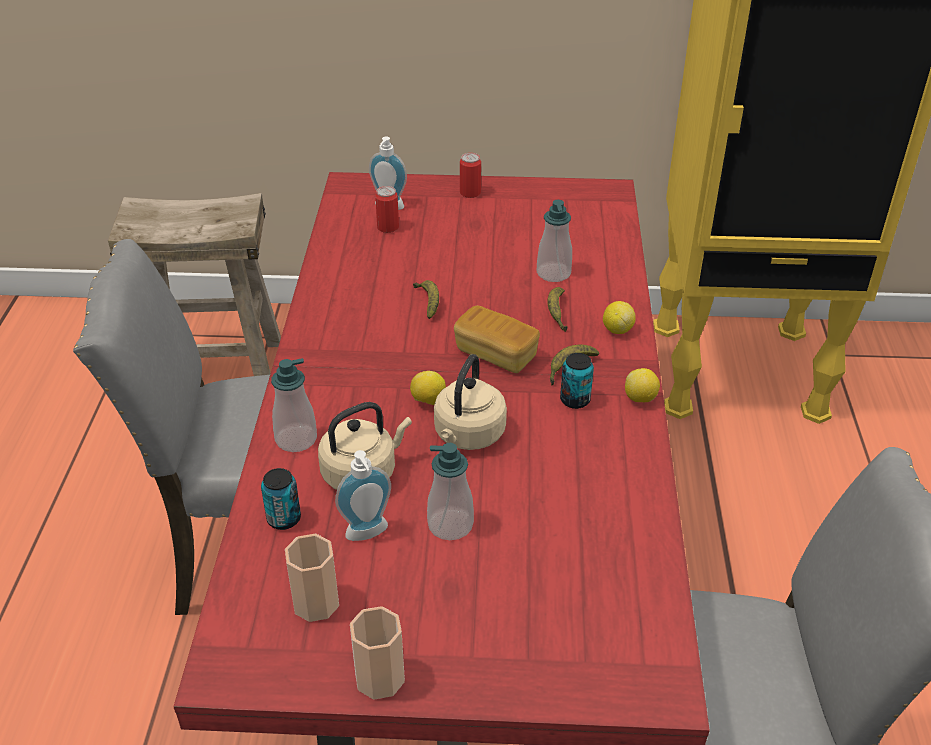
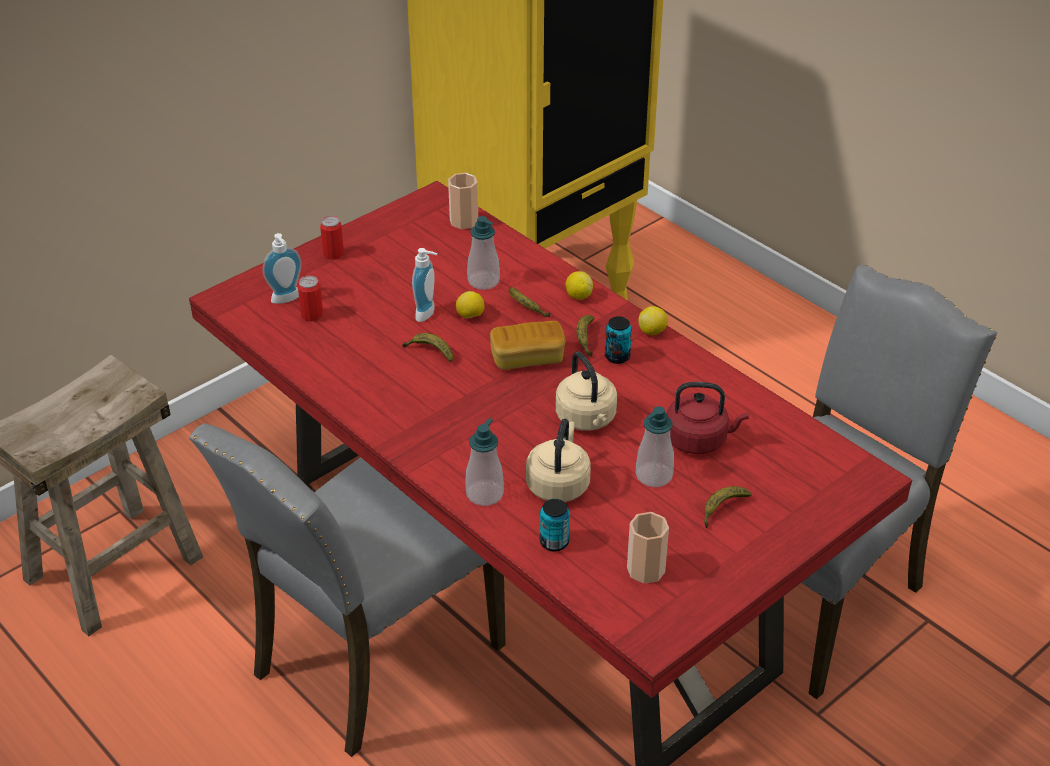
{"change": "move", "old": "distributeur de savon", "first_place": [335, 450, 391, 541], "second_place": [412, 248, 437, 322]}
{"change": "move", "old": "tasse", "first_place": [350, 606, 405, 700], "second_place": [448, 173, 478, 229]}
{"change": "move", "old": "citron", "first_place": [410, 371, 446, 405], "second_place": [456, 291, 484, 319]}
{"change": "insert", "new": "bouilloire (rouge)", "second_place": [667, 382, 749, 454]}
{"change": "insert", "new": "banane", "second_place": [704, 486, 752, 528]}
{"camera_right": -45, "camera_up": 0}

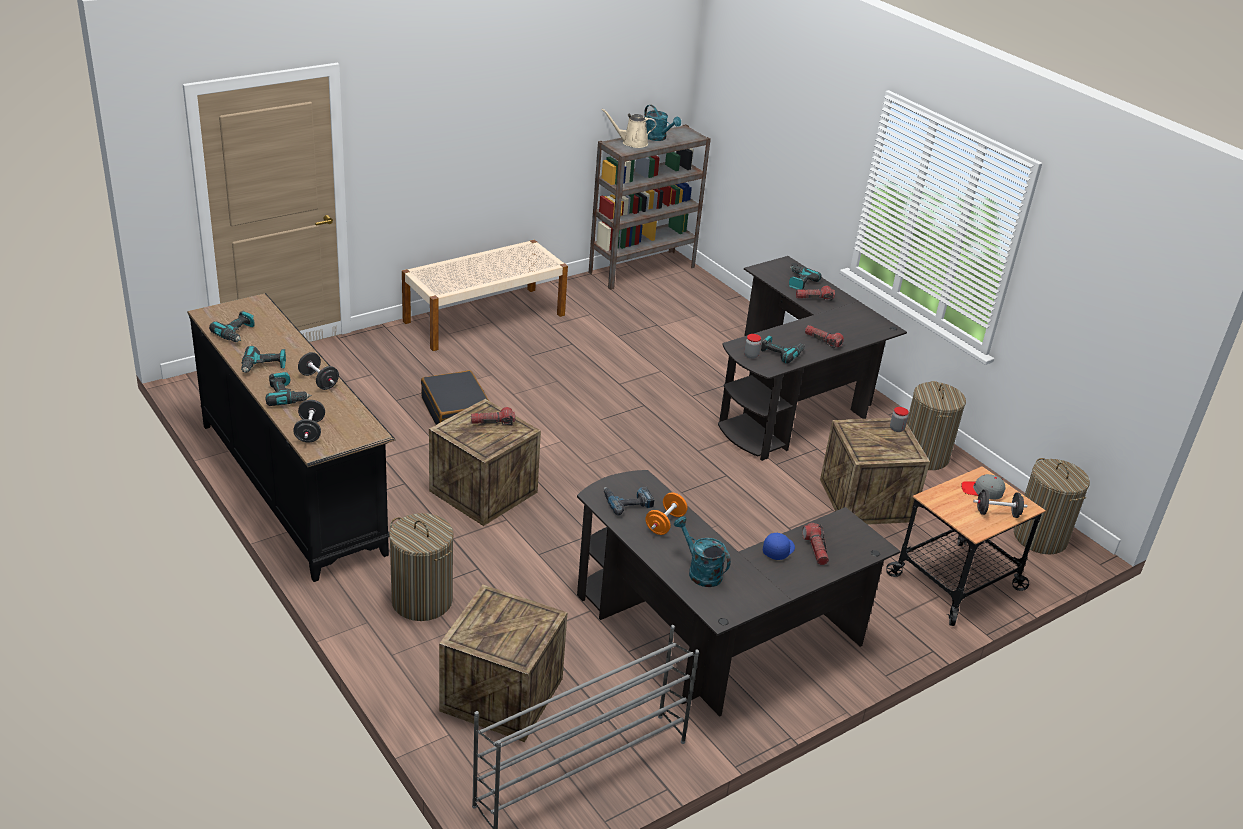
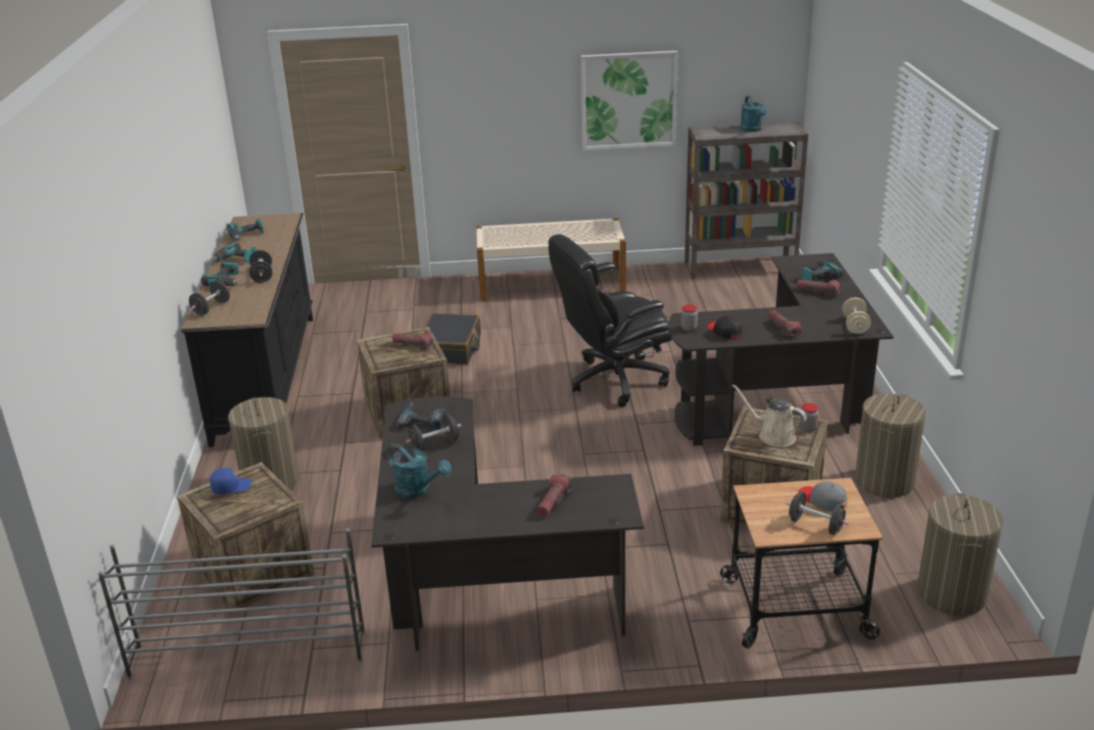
{"change": "move", "old": "arrosoir (beige)", "first_place": [601, 109, 656, 148], "second_place": [732, 384, 807, 447]}
{"change": "recolor", "old": "haltère (orange)", "new": "haltère (noir)", "first_place": [645, 492, 688, 535], "second_place": [406, 415, 461, 451]}
{"change": "rotate", "old": "arrosoir (turquoise)", "first_place": [674, 516, 731, 587], "second_place": [386, 443, 452, 499], "degrees": 135}
{"change": "replace", "old": "perceuse", "new": "casquette (noir)", "first_place": [761, 335, 805, 363], "second_place": [707, 316, 742, 339]}
{"change": "move", "old": "casquette (bleu)", "first_place": [763, 533, 795, 560], "second_place": [210, 468, 252, 494]}
{"change": "insert", "new": "chaise de bureau (noir)", "second_place": [548, 234, 672, 407]}
{"change": "insert", "new": "tableau", "second_place": [581, 51, 678, 150]}
{"change": "insert", "new": "haltère (beige)", "second_place": [842, 298, 871, 334]}
{"camera_right": 35, "camera_up": -5}

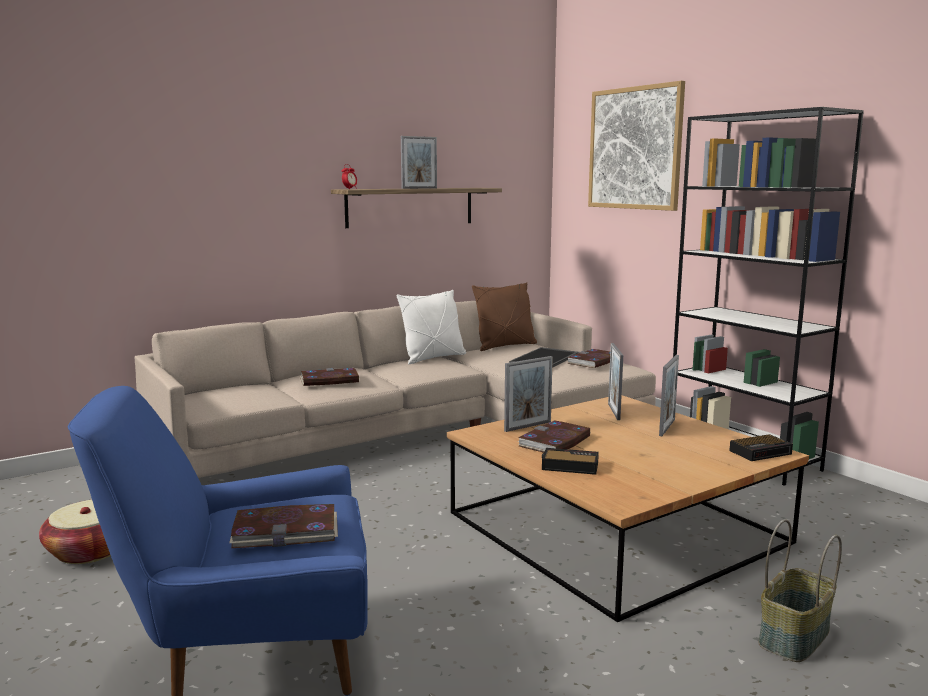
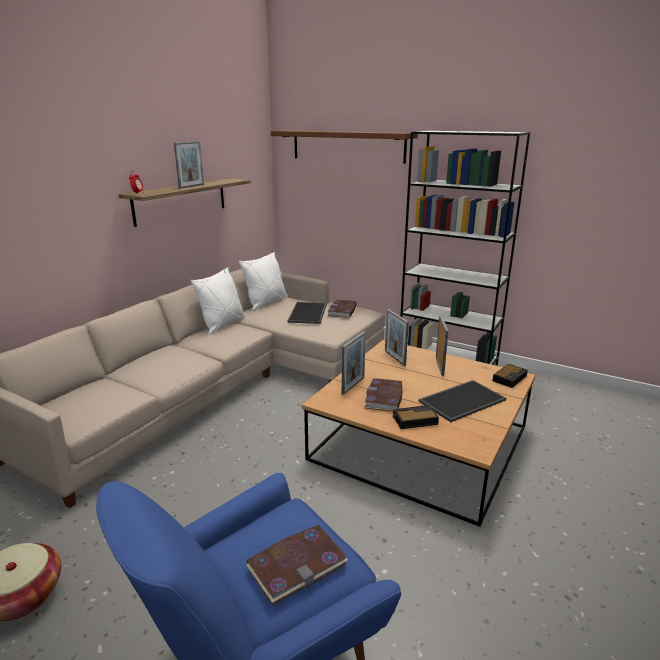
{"change": "delete", "old": "livre", "first_place": [300, 368, 360, 386]}
{"change": "recolor", "old": "coussin (marron)", "new": "coussin (blanc)", "first_place": [472, 283, 537, 351], "second_place": [239, 252, 288, 311]}
{"change": "replace", "old": "tableau", "new": "étagère (marron)", "first_place": [588, 81, 685, 211], "second_place": [271, 130, 418, 164]}
{"change": "delete", "old": "panier", "first_place": [758, 519, 842, 662]}
{"change": "insert", "new": "plateau", "second_place": [419, 380, 506, 422]}
{"camera_right": -25, "camera_up": 10}

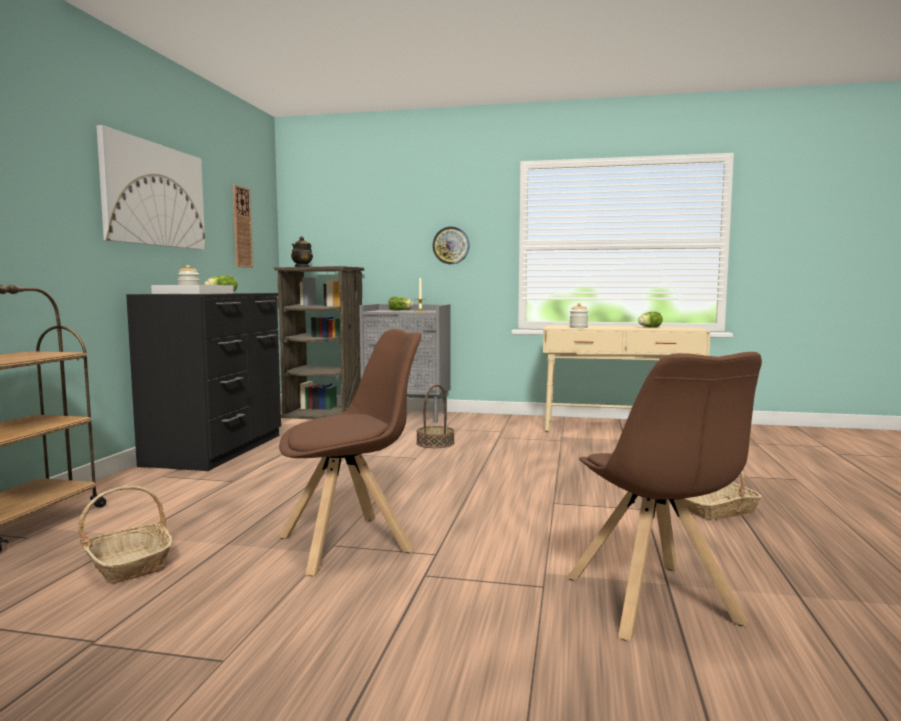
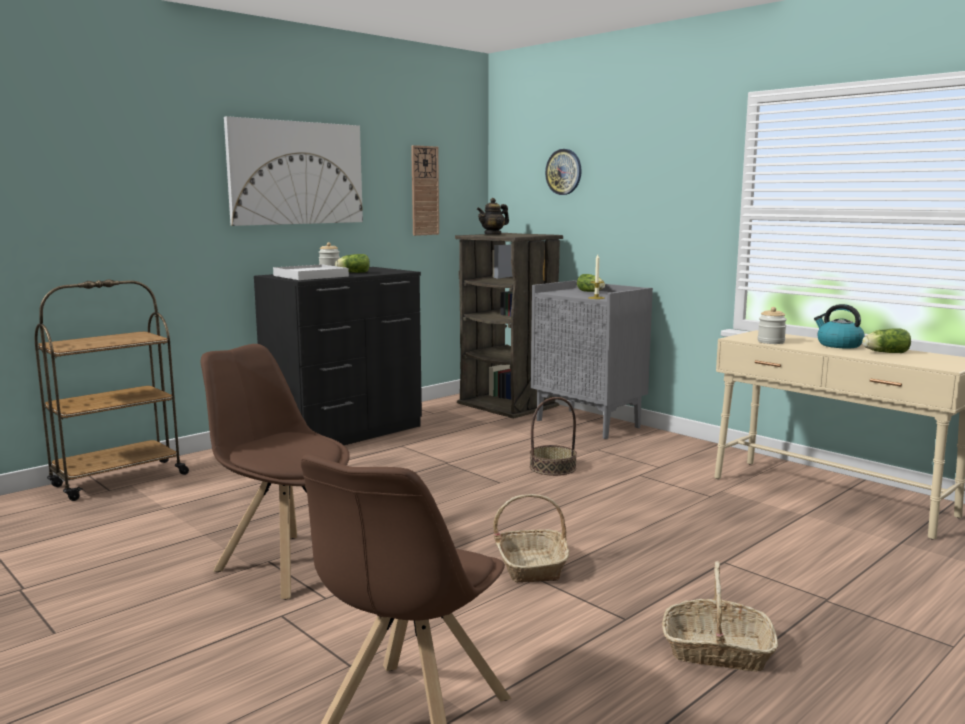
{"change": "move", "old": "panier", "first_place": [78, 486, 173, 584], "second_place": [493, 494, 569, 583]}
{"change": "rotate", "old": "chaise (marron)", "first_place": [278, 329, 421, 576], "second_place": [201, 344, 350, 600], "degrees": -150}
{"change": "move", "old": "horloge murale", "first_place": [432, 227, 469, 264], "second_place": [545, 149, 582, 195]}
{"change": "insert", "new": "bouilloire", "second_place": [814, 304, 865, 348]}
{"camera_right": 35, "camera_up": 5}

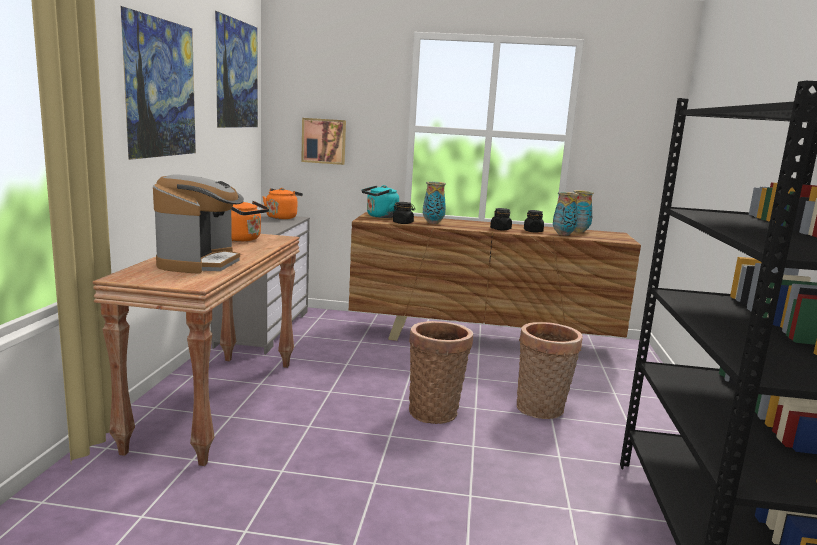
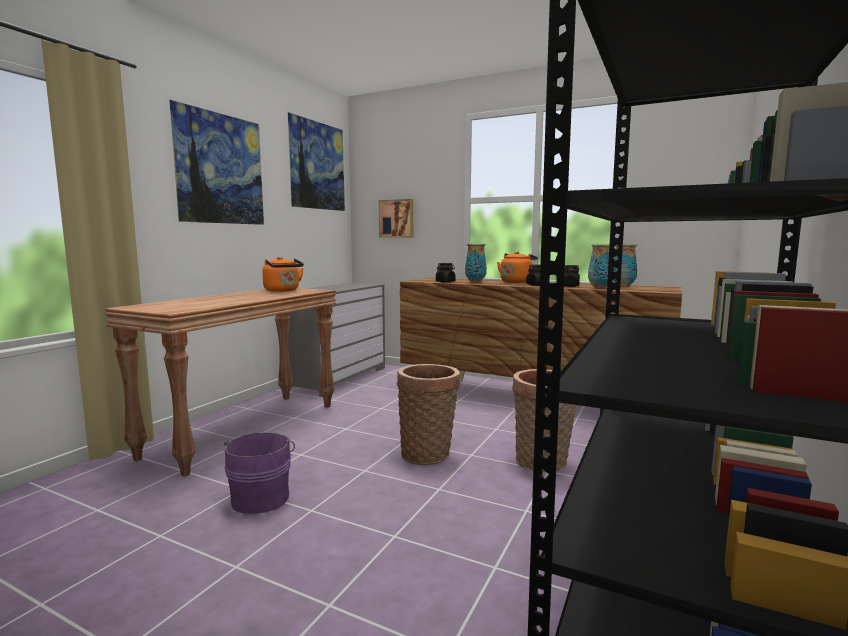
{"change": "delete", "old": "machine à café", "first_place": [153, 174, 244, 274]}
{"change": "move", "old": "bouilloire (orange)", "first_place": [263, 188, 303, 219], "second_place": [497, 252, 538, 283]}
{"change": "delete", "old": "bouilloire (turquoise)", "first_place": [362, 185, 399, 218]}
{"change": "insert", "new": "seau (violet)", "second_place": [224, 432, 295, 514]}
{"camera_right": 20, "camera_up": -5}

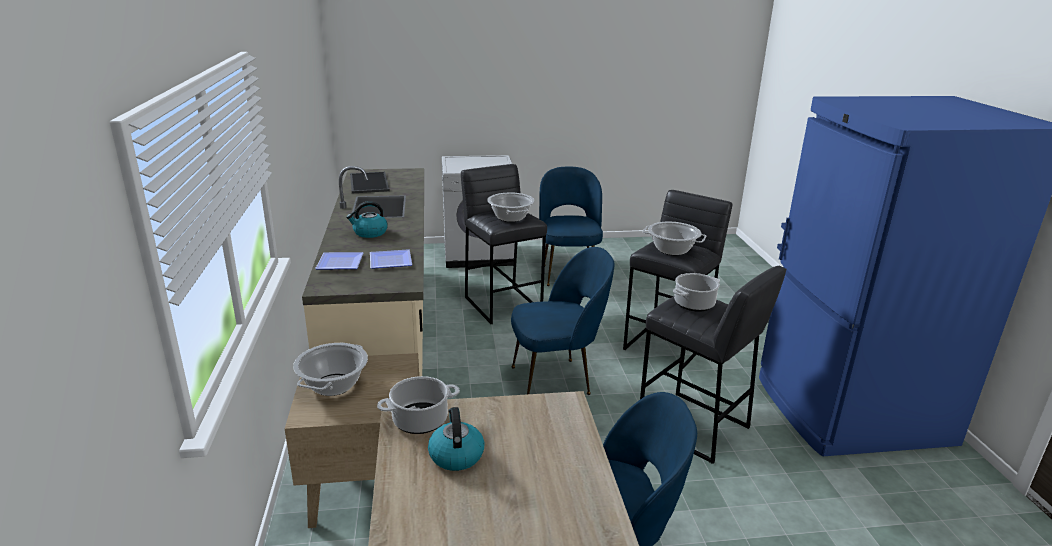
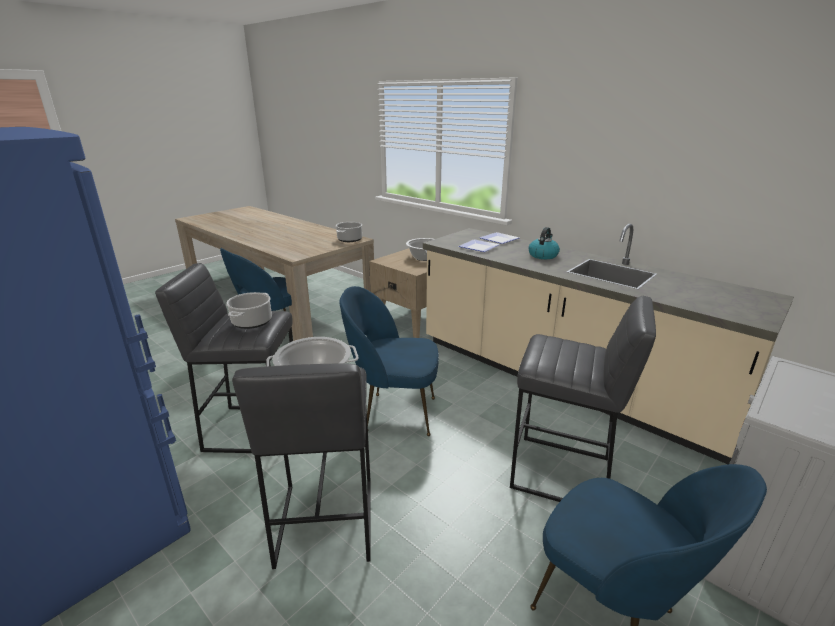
{"change": "delete", "old": "plateau", "first_place": [350, 172, 390, 193]}
{"change": "delete", "old": "bouilloire", "first_place": [428, 407, 484, 471]}
{"change": "delete", "old": "marmite", "first_place": [487, 193, 535, 222]}
{"change": "rotate", "old": "chaise (bleu)", "first_place": [511, 247, 615, 395], "second_place": [339, 286, 439, 436], "degrees": 60}
{"camera_right": 140, "camera_up": 0}

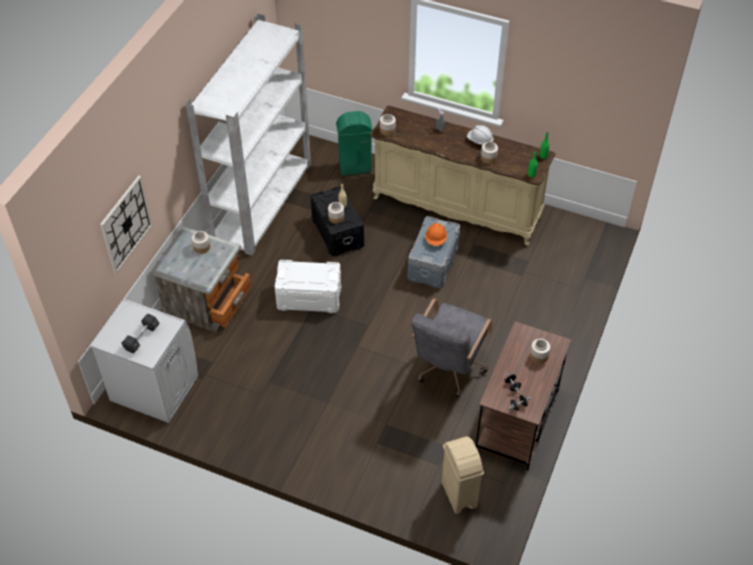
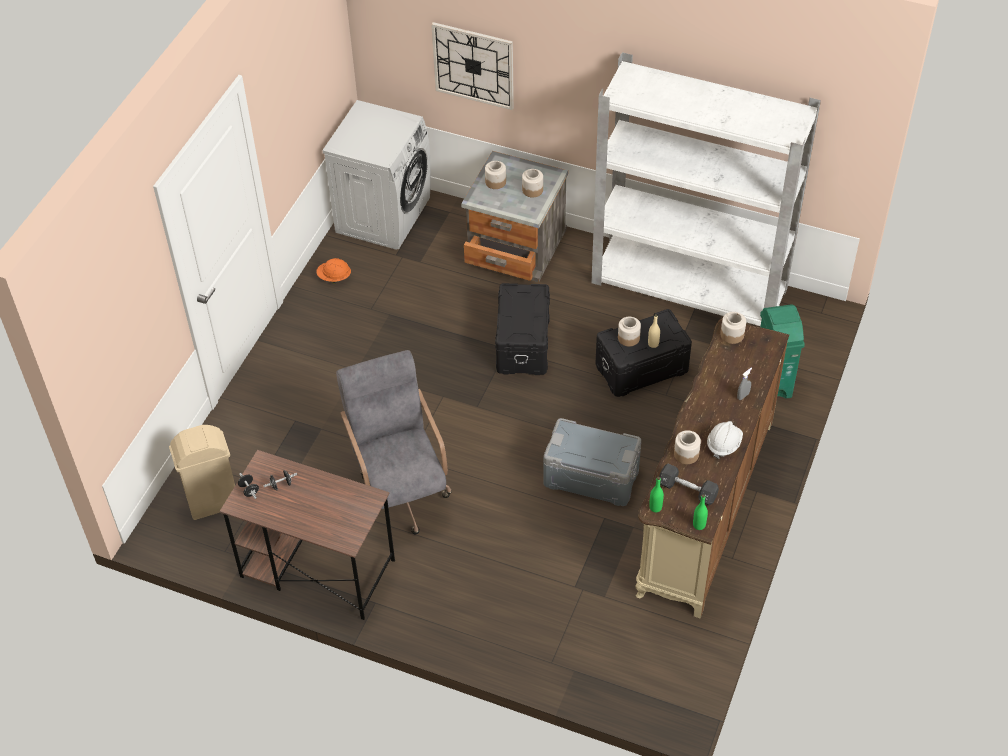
{"change": "move", "old": "haltère (noir)", "first_place": [121, 313, 160, 353], "second_place": [659, 463, 719, 506]}
{"change": "recolor", "old": "boîte de rangement (blanc)", "new": "boîte de rangement (noir)", "first_place": [275, 260, 341, 313], "second_place": [495, 283, 550, 375]}
{"change": "rotate", "old": "chaise de bureau (gris)", "first_place": [411, 298, 492, 397], "second_place": [336, 350, 452, 535], "degrees": 45}
{"change": "move", "old": "casque de chantier (orange)", "first_place": [425, 223, 447, 246], "second_place": [316, 258, 351, 284]}
{"change": "move", "old": "bocal", "first_place": [530, 339, 550, 364], "second_place": [485, 161, 506, 189]}
{"camera_right": 90, "camera_up": 0}

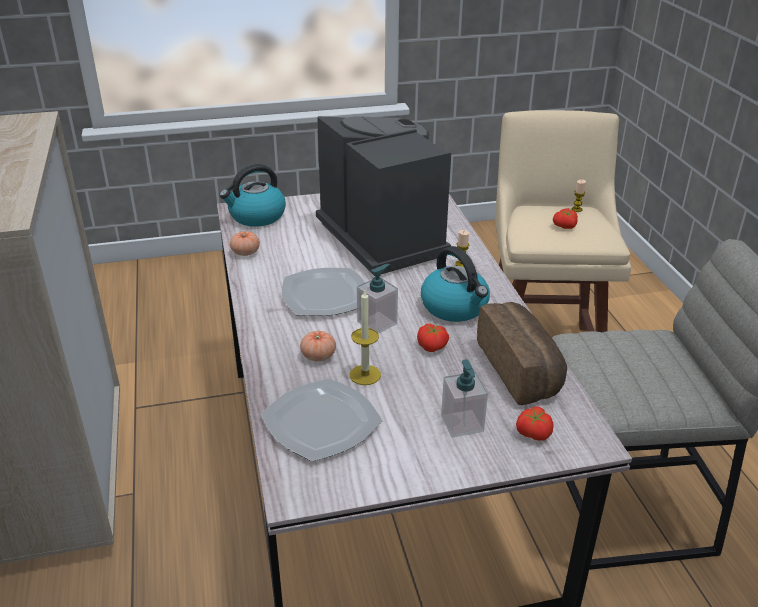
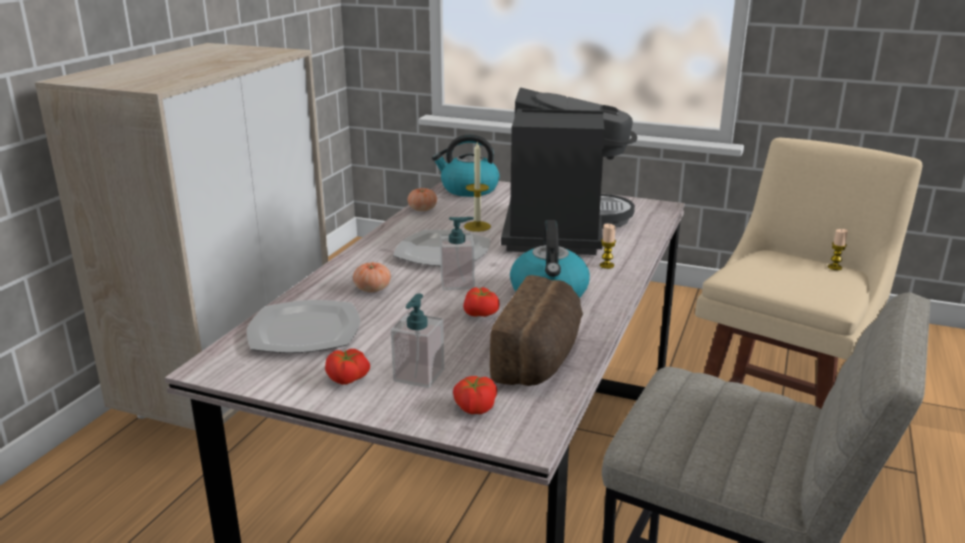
{"change": "move", "old": "bougie", "first_place": [350, 290, 381, 385], "second_place": [464, 143, 491, 232]}
{"change": "move", "old": "tomate", "first_place": [553, 208, 578, 229], "second_place": [325, 349, 370, 385]}
{"camera_right": 35, "camera_up": -10}

